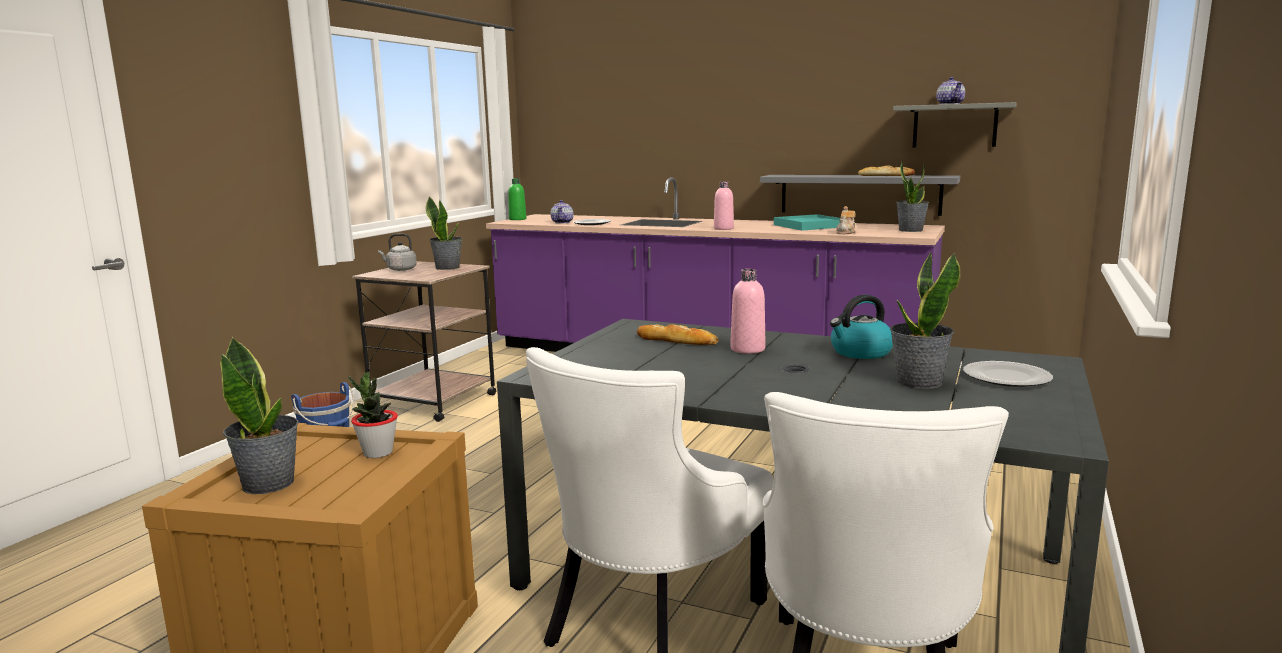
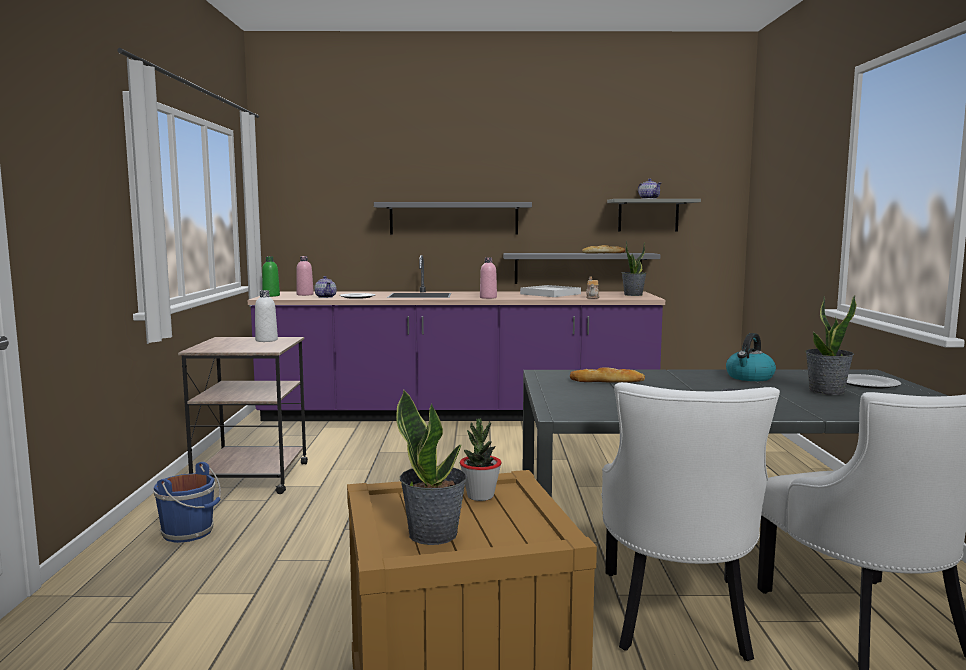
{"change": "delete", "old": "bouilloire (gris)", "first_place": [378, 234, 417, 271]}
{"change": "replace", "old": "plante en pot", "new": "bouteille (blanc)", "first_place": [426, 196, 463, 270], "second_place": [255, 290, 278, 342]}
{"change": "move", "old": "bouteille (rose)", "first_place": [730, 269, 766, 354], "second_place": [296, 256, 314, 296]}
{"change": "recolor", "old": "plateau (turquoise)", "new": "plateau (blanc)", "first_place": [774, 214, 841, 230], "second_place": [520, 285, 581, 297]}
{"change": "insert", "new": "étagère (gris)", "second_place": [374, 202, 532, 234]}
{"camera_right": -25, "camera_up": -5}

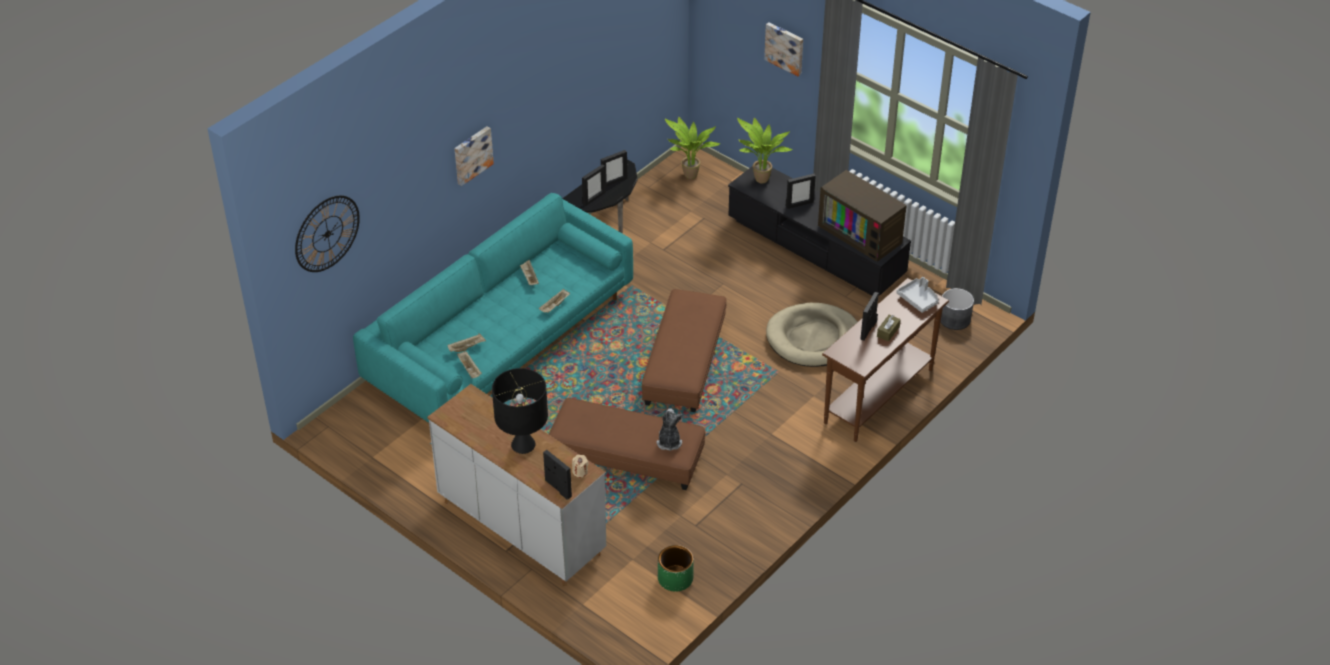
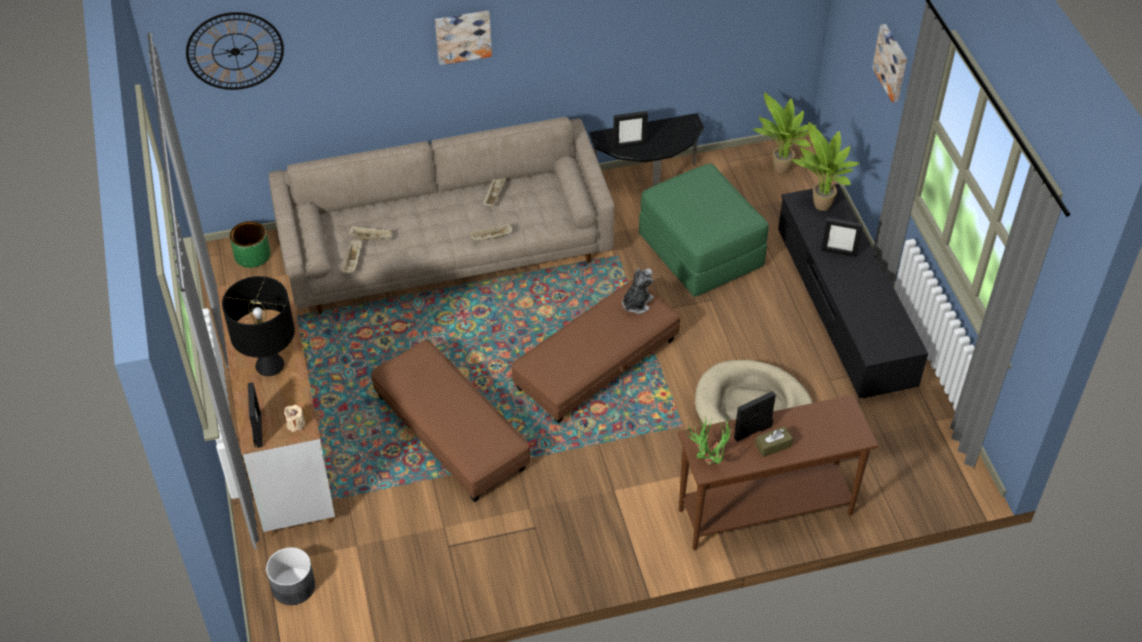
{"change": "recolor", "old": "canapé (turquoise)", "new": "canapé (beige)", "first_place": [353, 193, 633, 423], "second_place": [269, 117, 614, 314]}
{"change": "delete", "old": "cadre photo", "first_place": [601, 150, 628, 187]}
{"change": "move", "old": "peluche", "first_place": [656, 408, 683, 451], "second_place": [622, 268, 654, 314]}
{"change": "move", "old": "cache-pot (vert)", "first_place": [658, 545, 693, 592], "second_place": [230, 221, 271, 268]}
{"change": "delete", "old": "téléviseur", "first_place": [818, 170, 907, 262]}
{"change": "delete", "old": "plateau (gris)", "first_place": [896, 277, 939, 313]}
{"change": "move", "old": "cache-pot (gris)", "first_place": [940, 288, 974, 330], "second_place": [266, 547, 315, 605]}
{"change": "insert", "new": "pouf (vert)", "second_place": [639, 164, 768, 297]}
{"change": "insert", "new": "plante en pot", "second_place": [684, 415, 732, 465]}
{"camera_right": 35, "camera_up": 5}

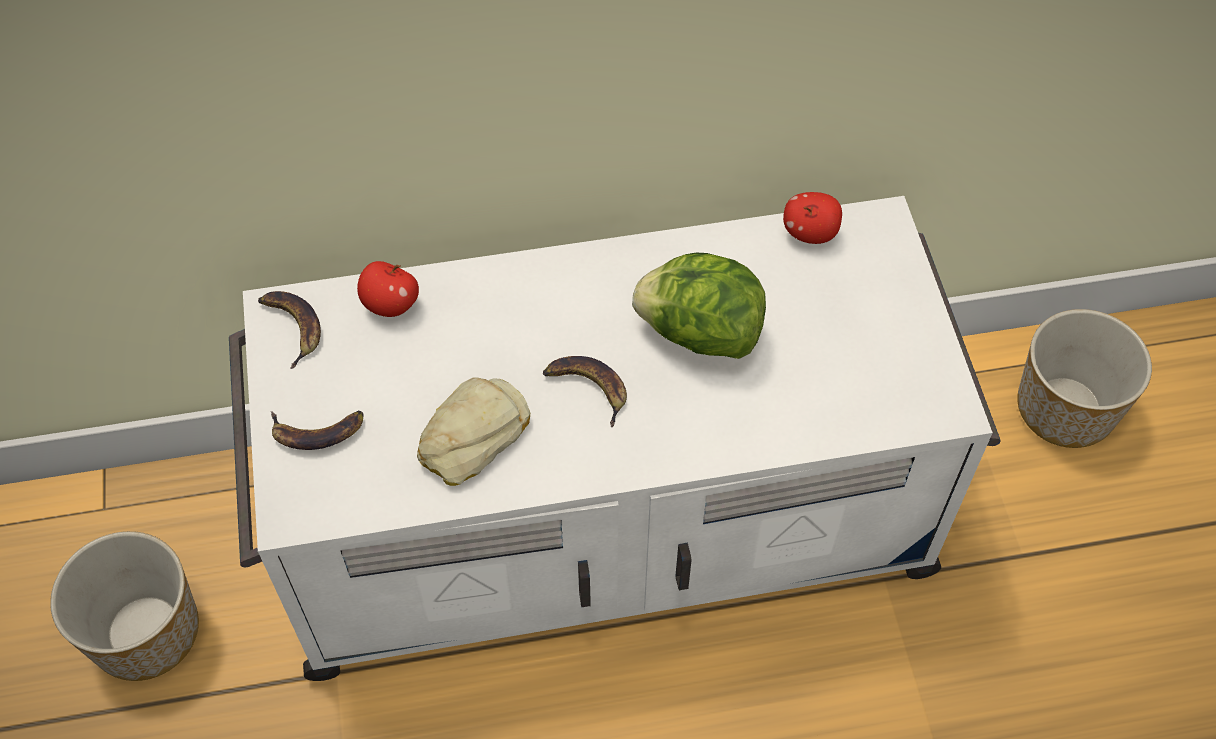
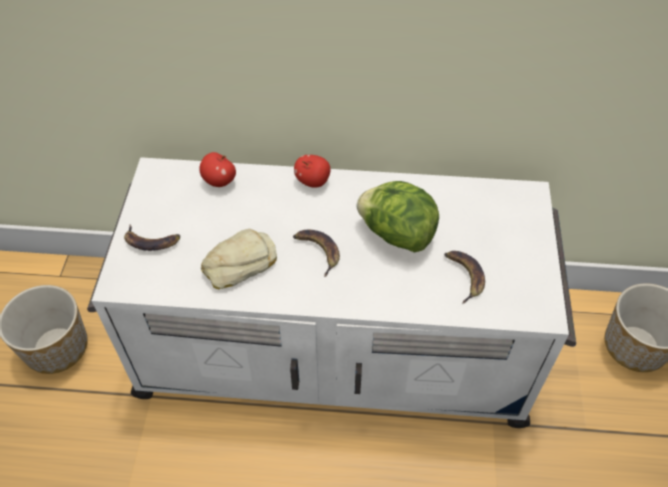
{"change": "move", "old": "banane", "first_place": [258, 291, 321, 369], "second_place": [444, 251, 485, 304]}
{"change": "move", "old": "pomme", "first_place": [783, 192, 842, 244], "second_place": [294, 155, 331, 188]}
{"camera_right": 15, "camera_up": -5}

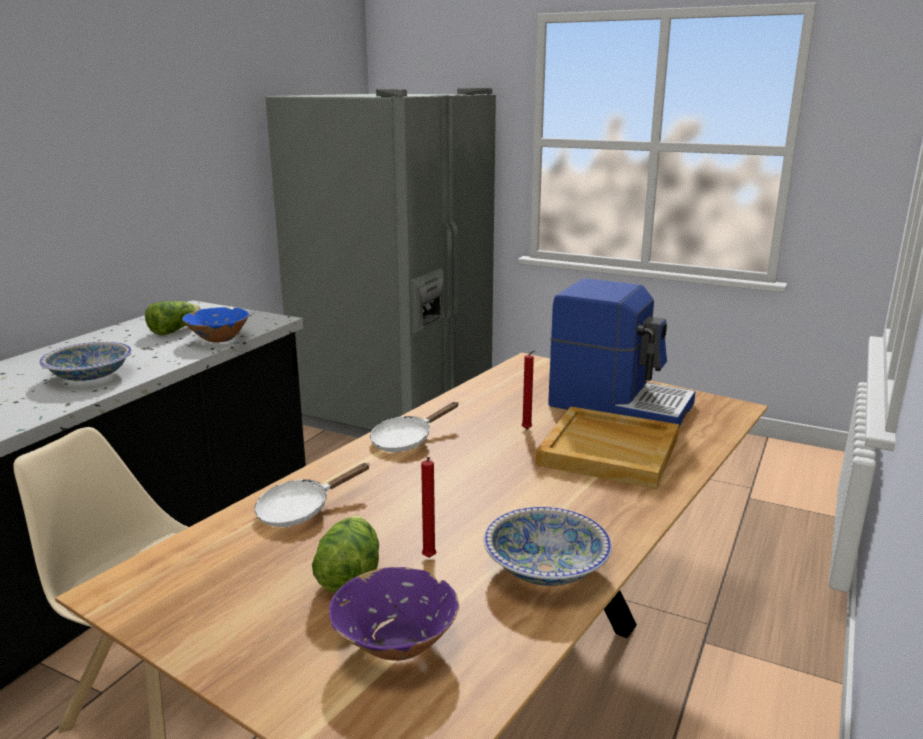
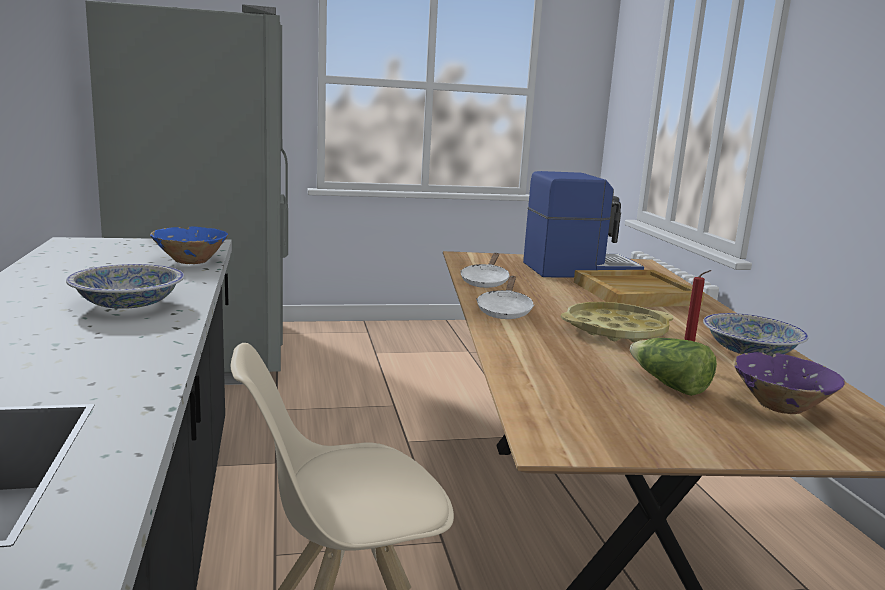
{"change": "delete", "old": "laitue", "first_place": [145, 301, 201, 335]}
{"change": "move", "old": "poêle (blanc)", "first_place": [254, 463, 370, 527], "second_place": [460, 253, 509, 288]}
{"change": "delete", "old": "bougie (rouge)", "first_place": [522, 350, 535, 429]}
{"change": "insert", "new": "plateau (jaune)", "second_place": [561, 302, 673, 342]}
{"camera_right": -40, "camera_up": -5}

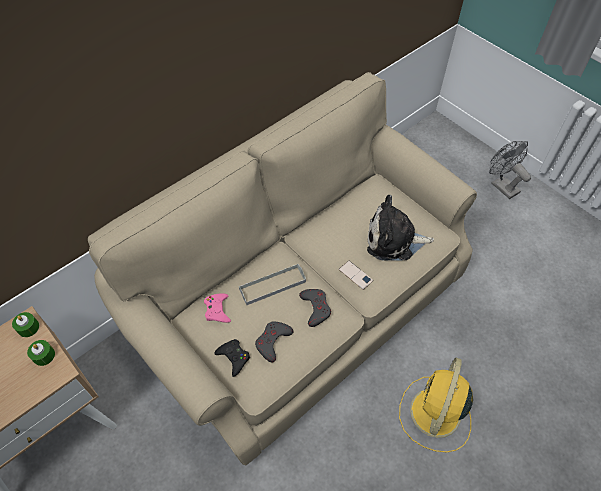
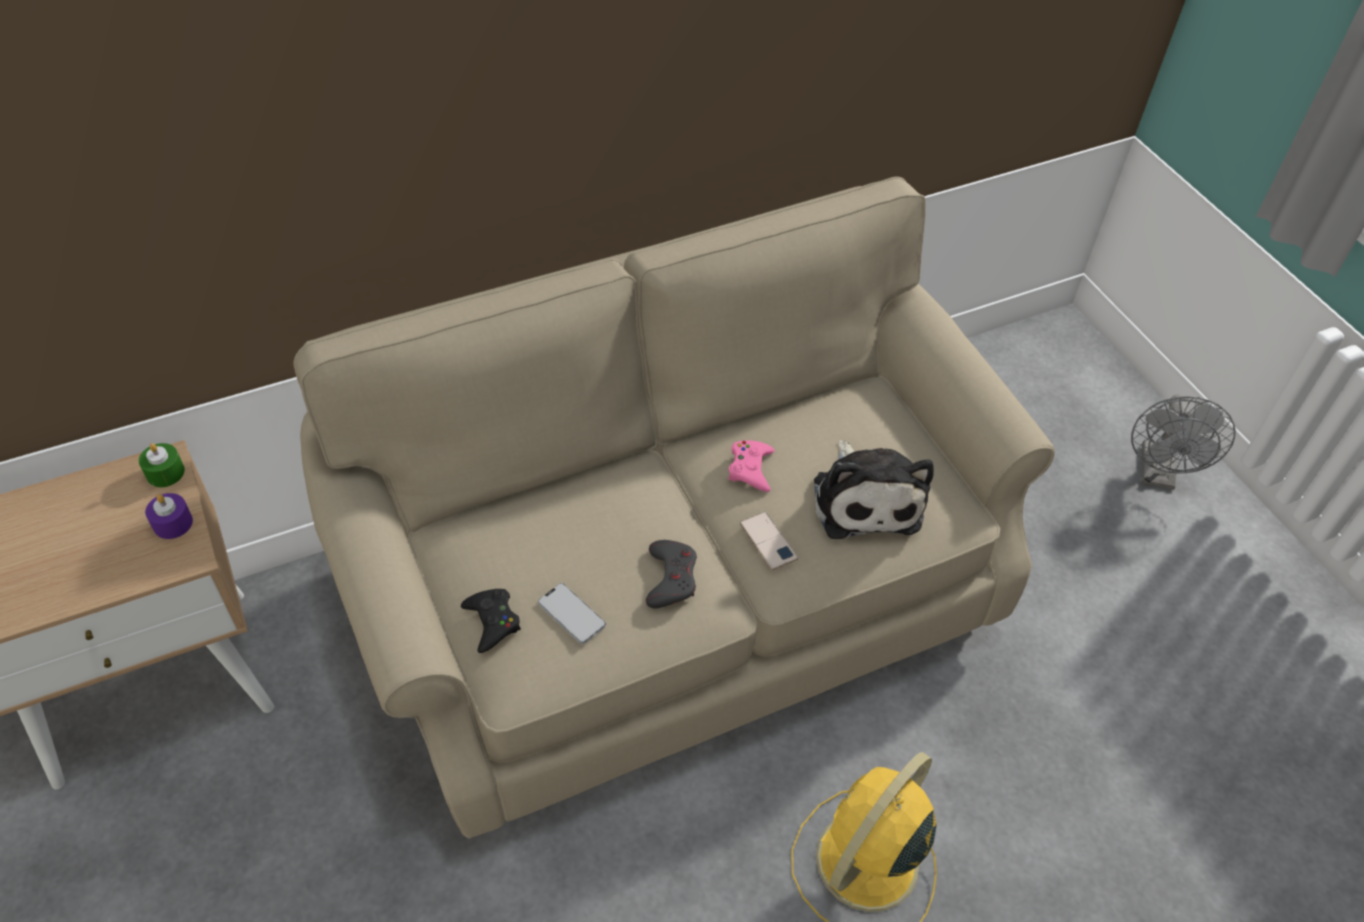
{"change": "recolor", "old": "bougie (vert)", "new": "bougie (violet)", "first_place": [27, 340, 55, 366], "second_place": [145, 493, 193, 539]}
{"change": "move", "old": "manette (rose)", "first_place": [204, 293, 231, 323], "second_place": [728, 440, 774, 492]}
{"change": "delete", "old": "plateau (gris)", "first_place": [239, 263, 306, 305]}
{"change": "replace", "old": "manette (gris)", "new": "téléphone", "first_place": [255, 321, 293, 362], "second_place": [538, 583, 606, 644]}
{"change": "rotate", "old": "peluche", "first_place": [367, 195, 434, 261], "second_place": [814, 440, 934, 539], "degrees": -120}
{"change": "rotate", "old": "ventilateur (gris)", "first_place": [489, 141, 531, 199], "second_place": [1131, 394, 1236, 489], "degrees": -150}
{"camera_right": 15, "camera_up": -5}

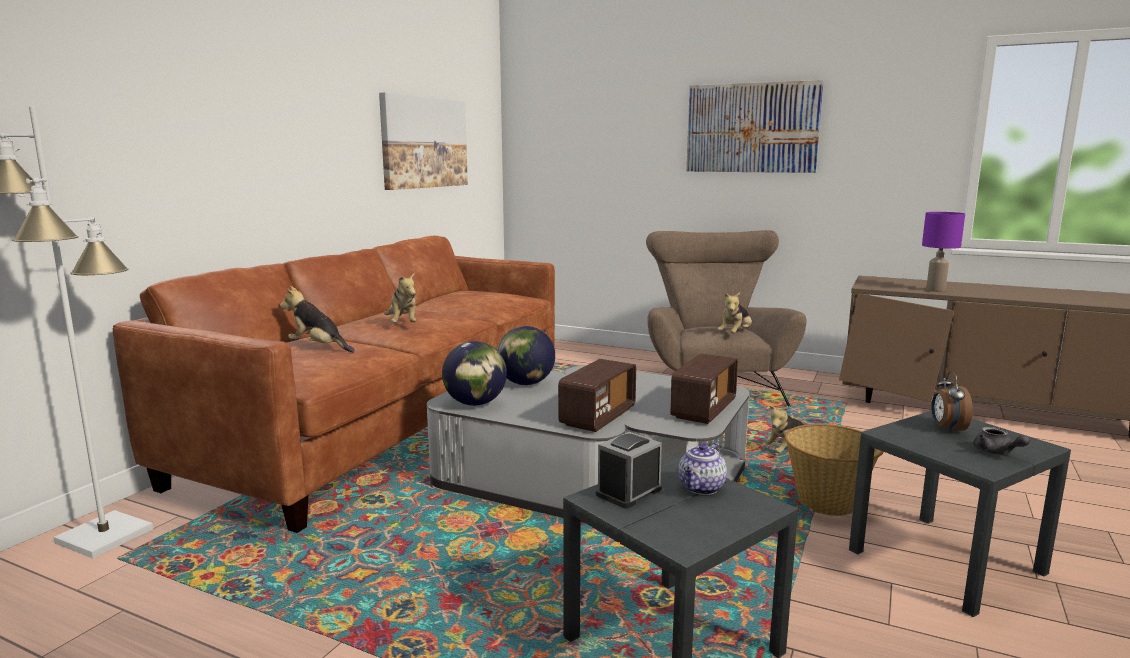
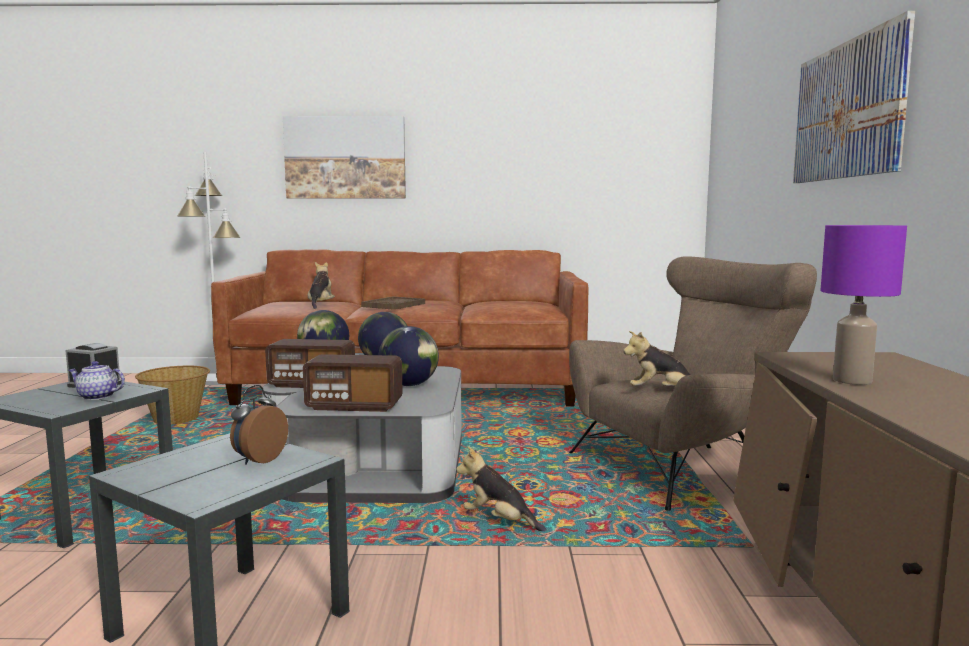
{"change": "move", "old": "tableau", "first_place": [379, 92, 468, 190], "second_place": [283, 116, 406, 198]}
{"change": "replace", "old": "peluche", "new": "plateau (marron)", "first_place": [384, 273, 416, 322], "second_place": [361, 297, 425, 310]}
{"change": "move", "old": "panier", "first_place": [785, 424, 884, 516], "second_place": [135, 366, 210, 424]}
{"change": "rotate", "old": "réveil", "first_place": [931, 371, 973, 433], "second_place": [230, 385, 288, 465], "degrees": -45}
{"change": "delete", "old": "théière (gris)", "first_place": [973, 427, 1030, 455]}
{"change": "insert", "new": "globe", "second_place": [379, 326, 439, 386]}
{"camera_right": 65, "camera_up": -5}

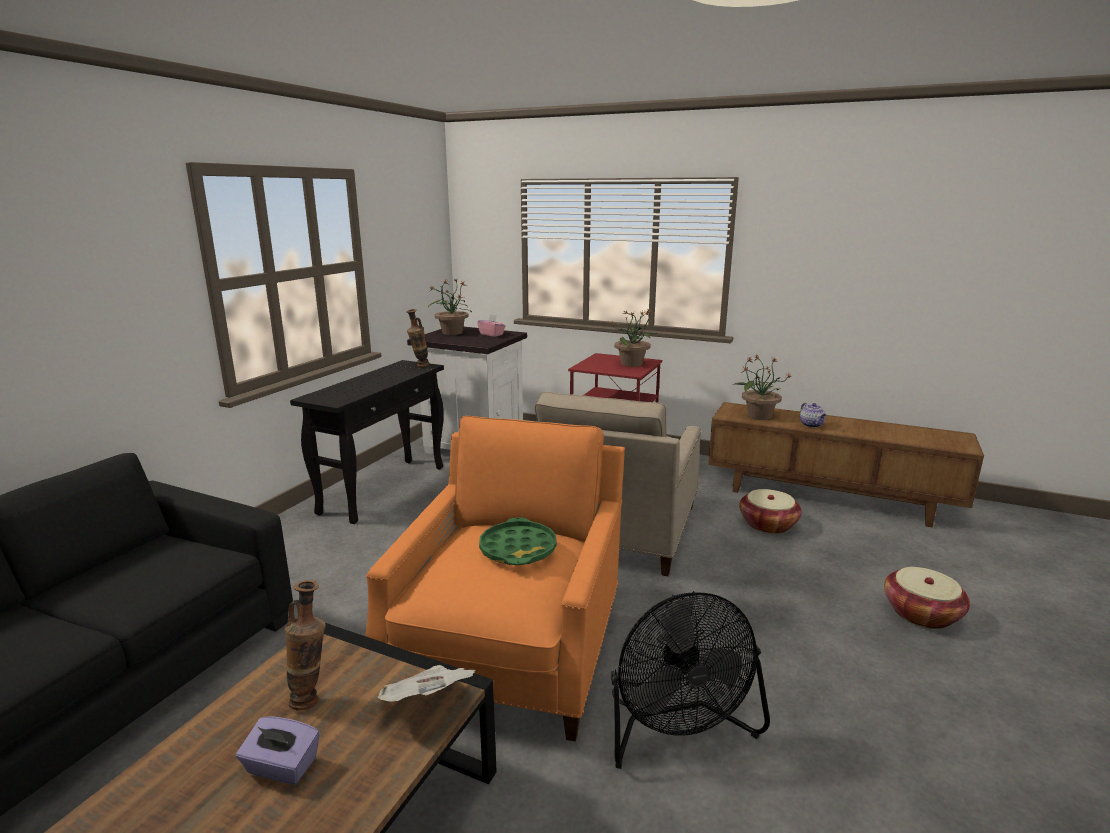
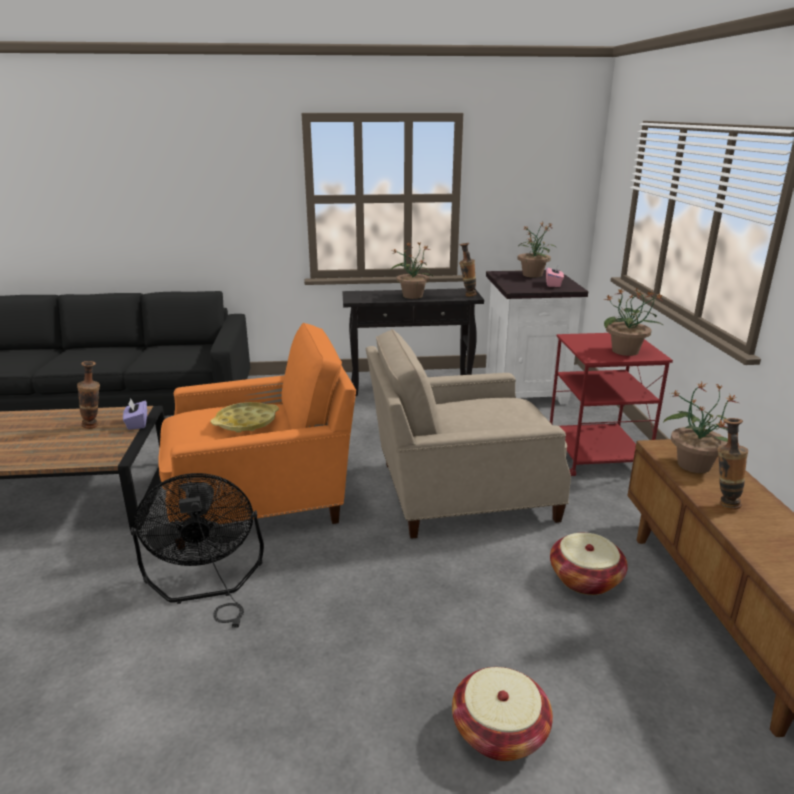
{"change": "move", "old": "boîte à mouchoirs (violet)", "first_place": [236, 716, 320, 785], "second_place": [123, 398, 147, 430]}
{"change": "delete", "old": "journal", "first_place": [377, 665, 475, 702]}
{"change": "recolor", "old": "plateau (vert)", "new": "plateau (jaune)", "first_place": [479, 517, 557, 565], "second_place": [211, 402, 279, 433]}
{"change": "rotate", "old": "ventilateur (noir)", "first_place": [611, 591, 770, 769], "second_place": [131, 473, 264, 628], "degrees": 120}
{"change": "replace", "old": "théière", "new": "vase", "first_place": [800, 403, 826, 428], "second_place": [717, 418, 748, 510]}
{"change": "insert", "new": "plante en pot", "second_place": [390, 242, 433, 299]}
{"camera_right": 60, "camera_up": 5}

